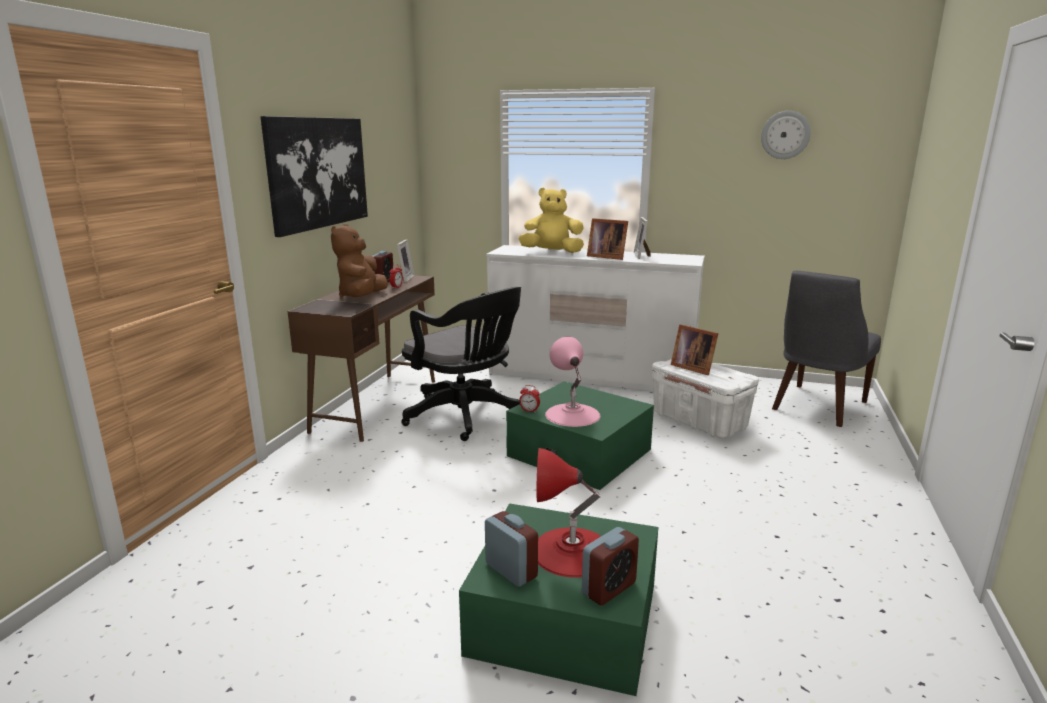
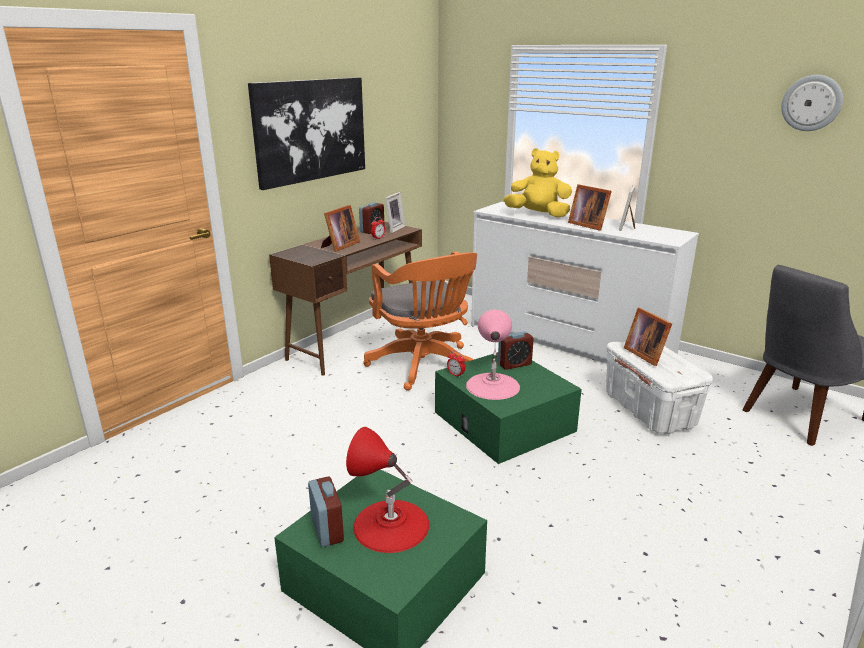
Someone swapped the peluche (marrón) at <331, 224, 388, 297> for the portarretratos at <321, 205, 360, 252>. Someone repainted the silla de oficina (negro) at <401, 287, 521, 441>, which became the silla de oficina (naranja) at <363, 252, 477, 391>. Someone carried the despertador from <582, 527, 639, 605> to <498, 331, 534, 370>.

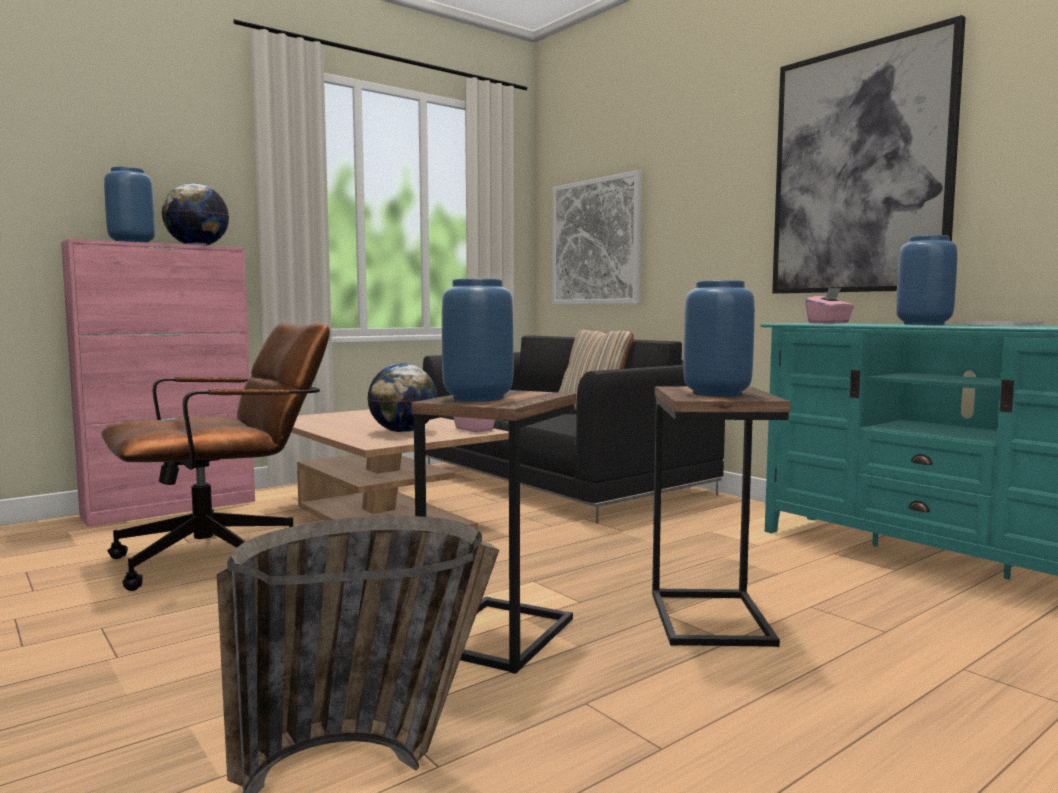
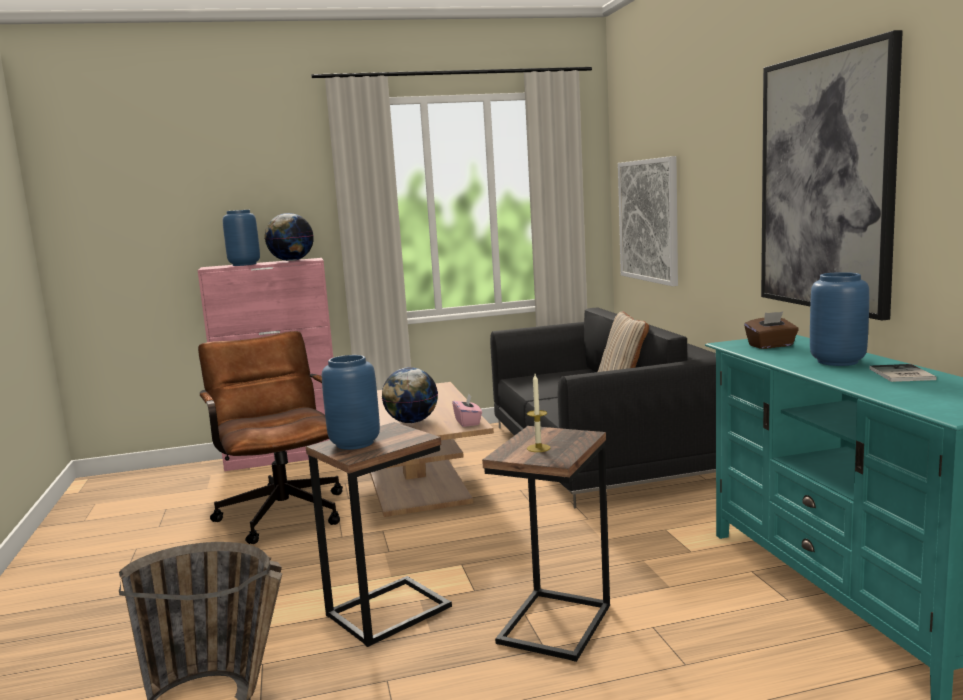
Someone rotated the silla de oficina (marrón) at <101, 322, 330, 591> by 105 degrees counterclockwise. Someone swapped the florero (azul) at <683, 280, 755, 397> for the vela at <527, 374, 551, 452>. Someone repainted the caja de pañuelos (rosa) at <805, 287, 854, 324>, which became the caja de pañuelos (marrón) at <744, 312, 799, 349>.

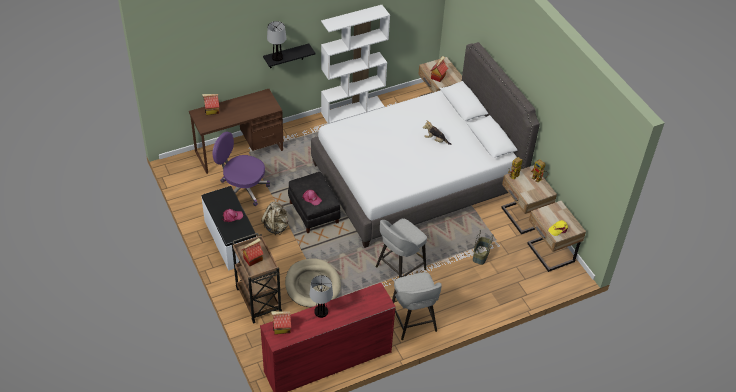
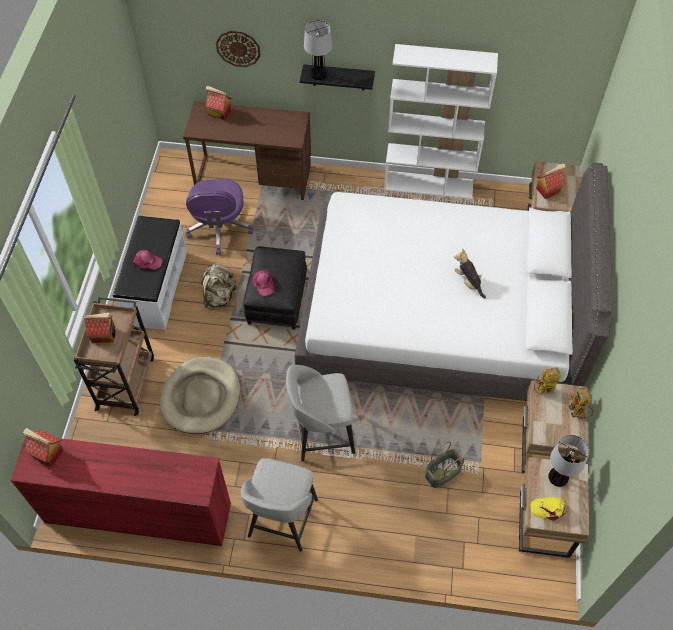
Someone rotated the silla de oficina (morado) at <213, 132, 270, 206> by 150 degrees counterclockwise. Someone carried the lámpara de mesa from <310, 275, 333, 318> to <548, 435, 589, 487>. Someone put up the reloj de pared at <216, 31, 261, 67>.

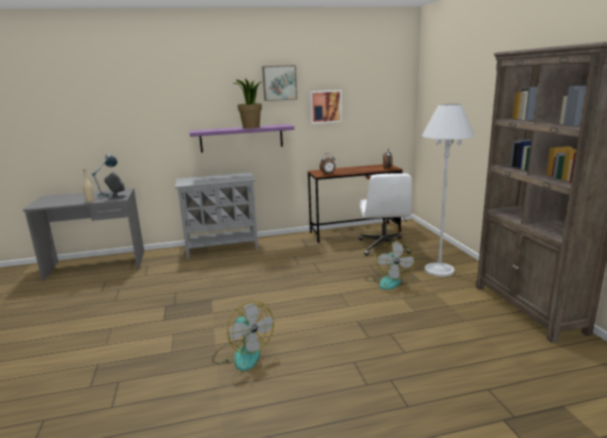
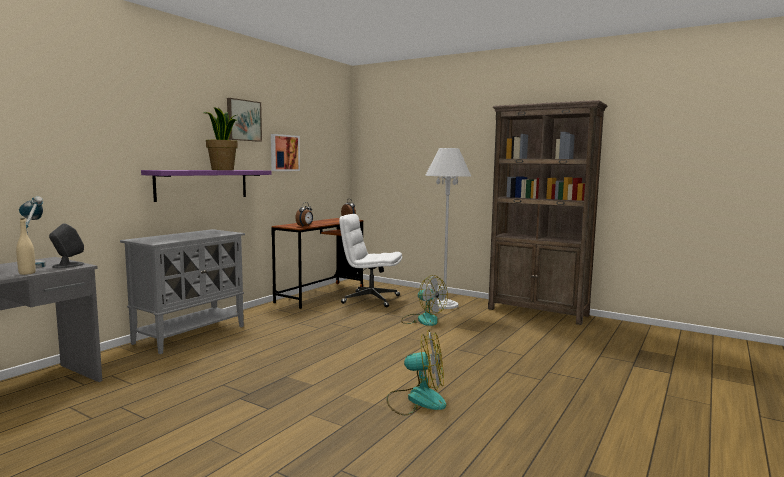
Someone rotated the silla de oficina (blanco) at <359, 173, 412, 256> by 150 degrees clockwise.

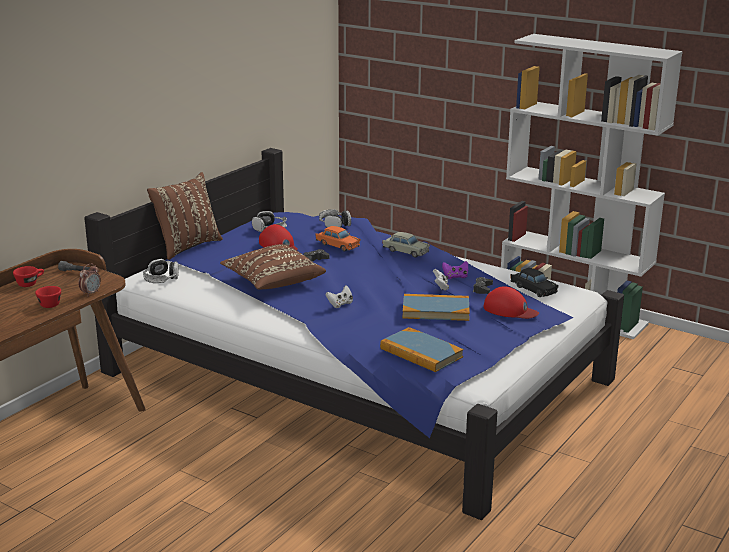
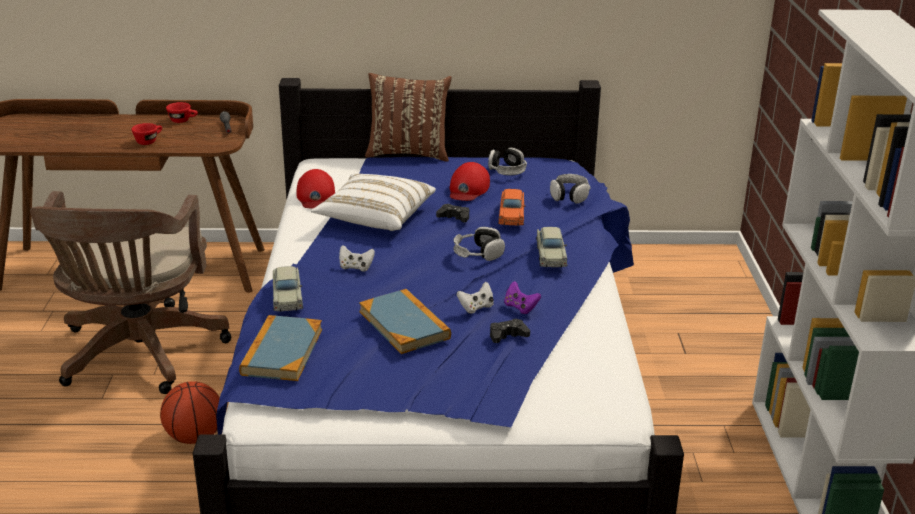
Someone took away the despertador at <78, 264, 101, 295>. Someone carried the auriculares from <143, 259, 179, 283> to <453, 227, 505, 261>. Someone repainted the cojín (marrón) at <220, 244, 326, 290>, which became the cojín (blanco) at <311, 173, 436, 231>. Someone carried the gorra (rojo) from <484, 286, 539, 319> to <296, 169, 335, 208>. Someone took away the coche de juguete (negro) at <510, 268, 559, 297>. Someone put down the silla de oficina (marrón) at <30, 191, 231, 394>. Someone put down the balón de baloncesto at <160, 381, 220, 444>. Someone put down the coche de juguete (beis) at <273, 266, 303, 312>.

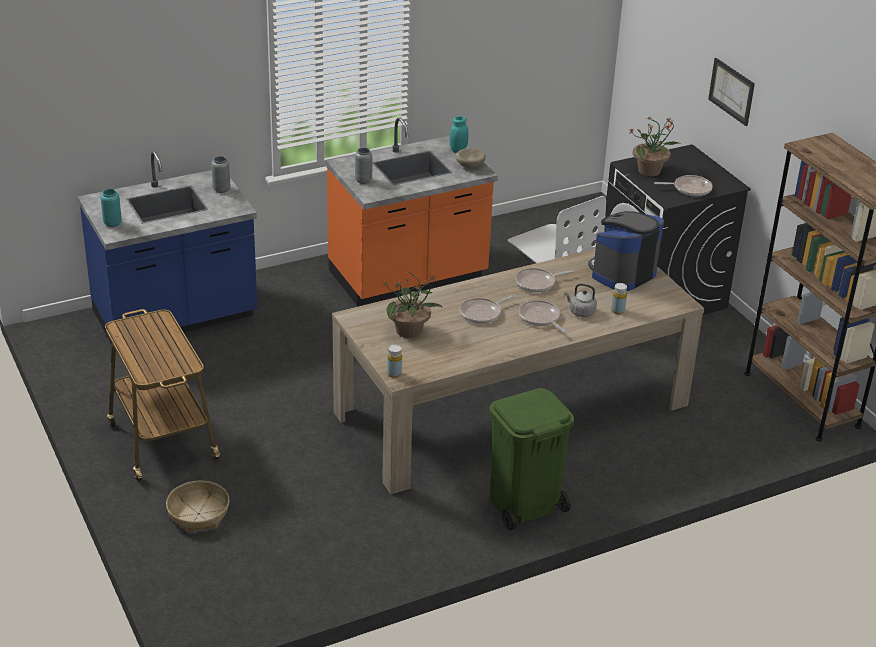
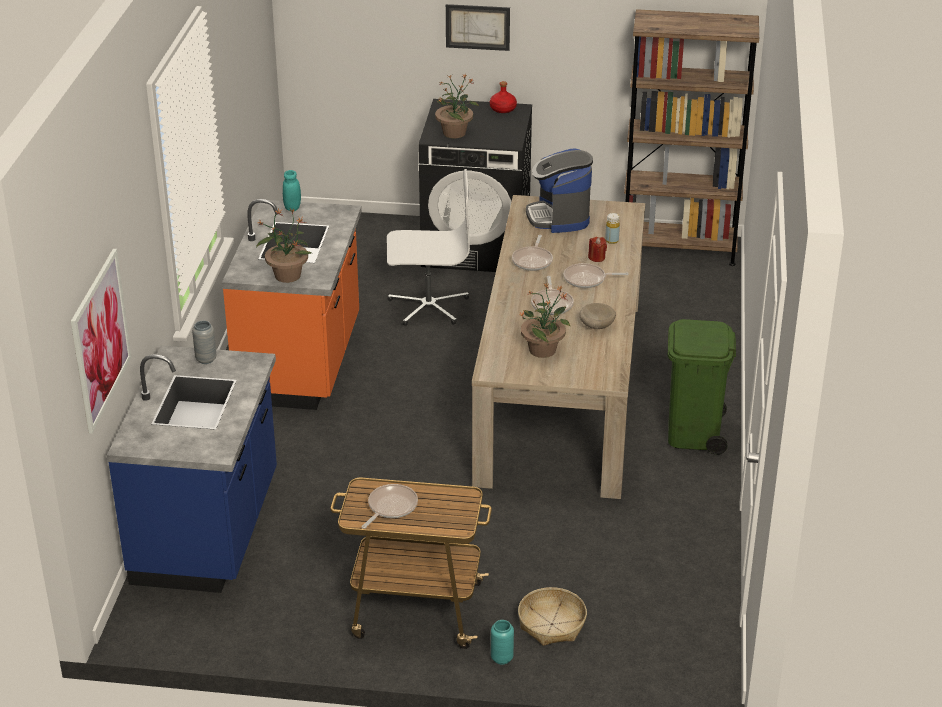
Someone carried the florero (turquesa) from <100, 189, 122, 227> to <491, 620, 514, 665>. Someone swapped the florero (gris) at <355, 148, 373, 184> for the planta en maceta at <256, 208, 311, 283>. Someone took away the botella (amarillo) at <387, 344, 402, 378>. Someone carried the cuenco (beis) from <456, 148, 486, 169> to <580, 303, 616, 329>. Someone swapped the hervidor (gris) at <565, 283, 597, 317> for the vela (rojo) at <588, 237, 607, 262>. Someone carried the sartén from <654, 175, 713, 196> to <361, 484, 418, 529>. Someone put up the cuadro at <71, 249, 131, 434>. Someone put down the botella (rojo) at <490, 81, 517, 113>.

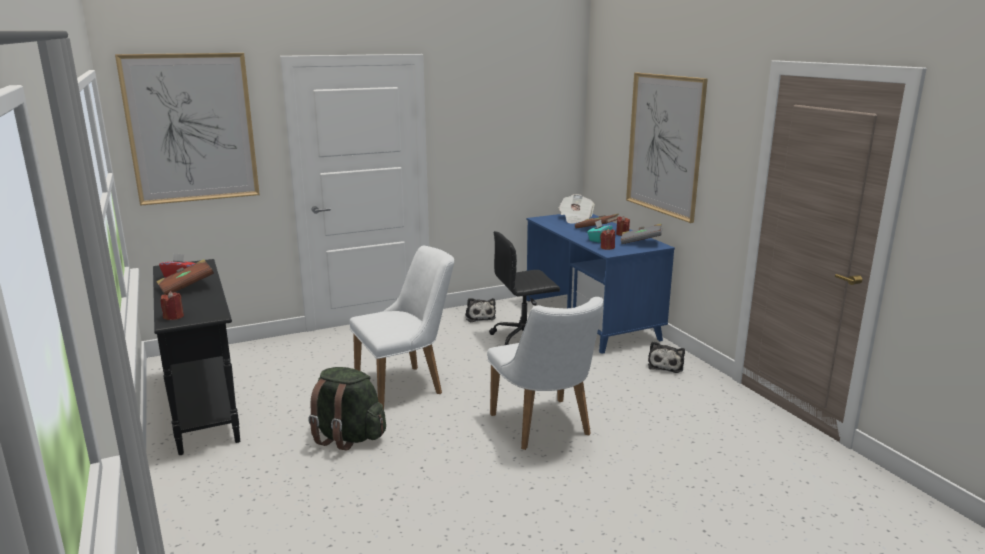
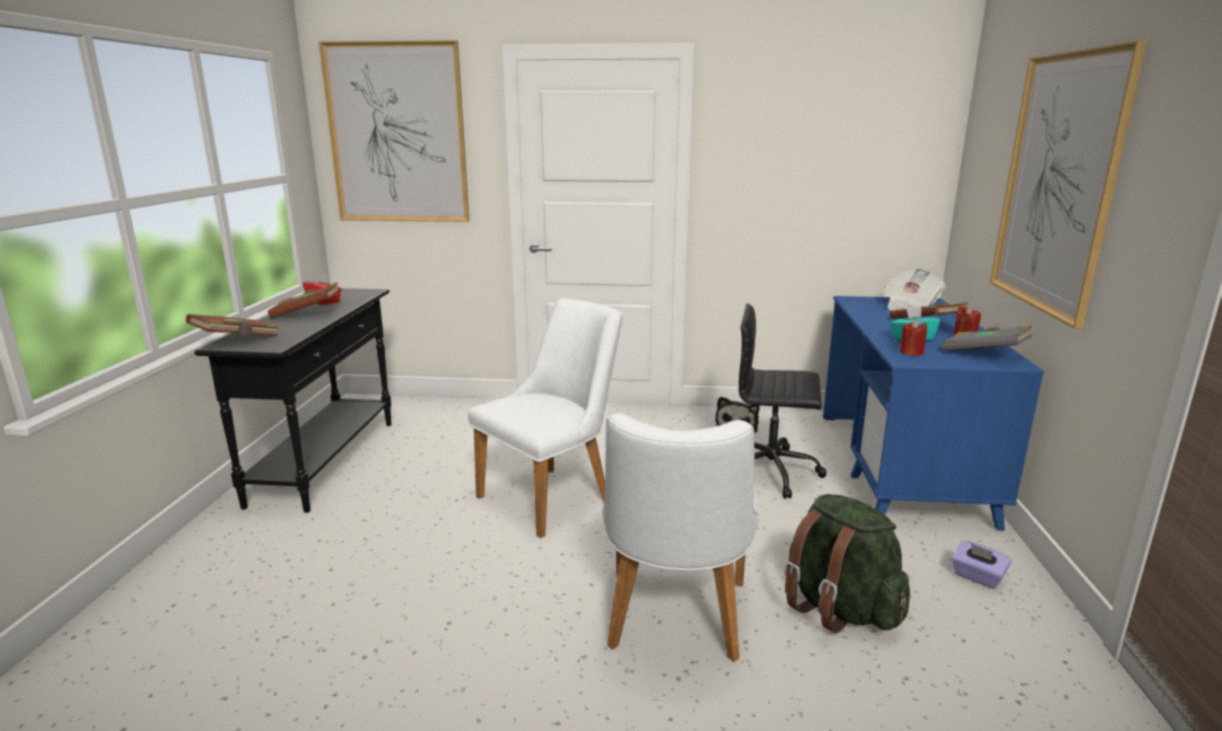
Someone swapped the vela (rojo) at <160, 291, 184, 320> for the libro (marrón) at <186, 314, 279, 337>. Someone carried the mochila (verde) from <308, 367, 386, 451> to <784, 494, 910, 633>. Someone rotated the silla (blanco) at <350, 246, 454, 409> by 45 degrees counterclockwise. Someone swapped the peluche at <648, 341, 685, 373> for the caja de pañuelos (morado) at <952, 541, 1012, 589>.

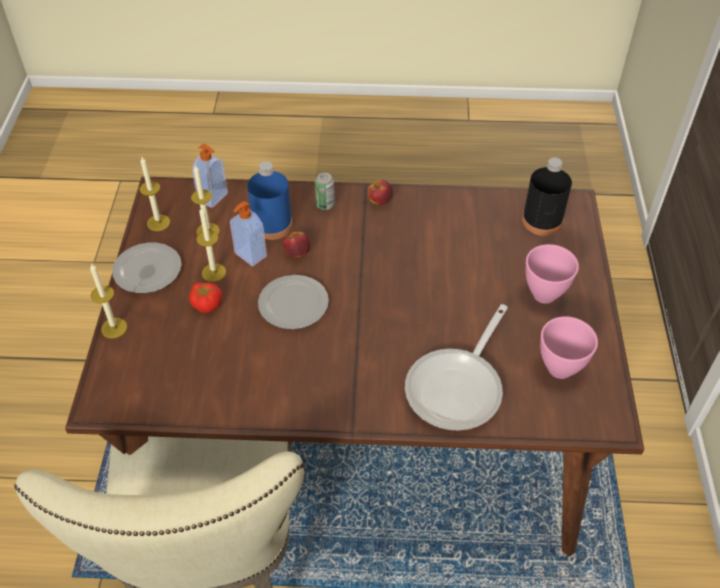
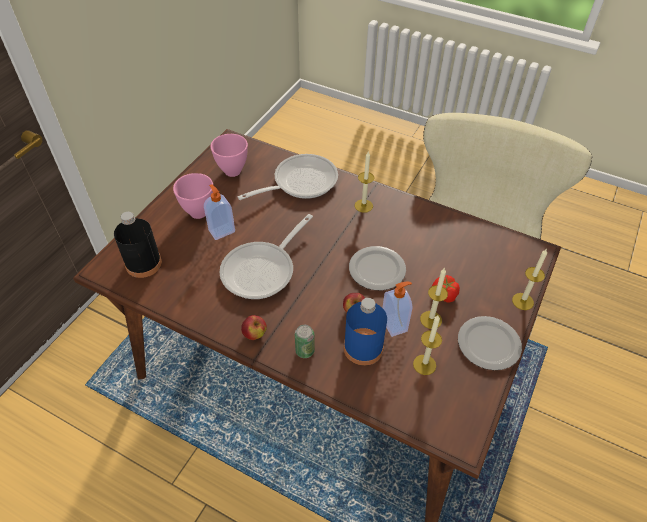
Someone carried the vela from <140, 157, 170, 231> to <355, 152, 374, 213>. Someone carried the dispensador de jabón from <192, 144, 228, 208> to <204, 184, 235, 240>. Someone put down the sartén at <219, 214, 313, 299>.

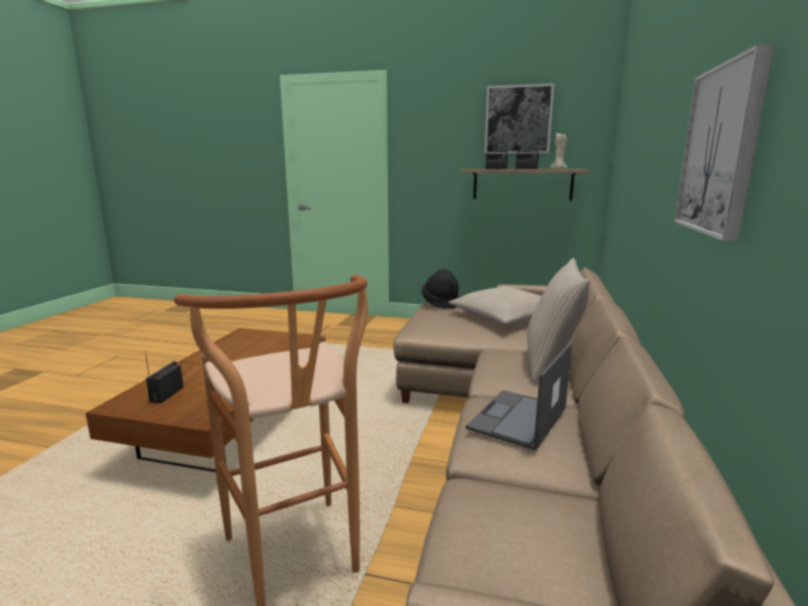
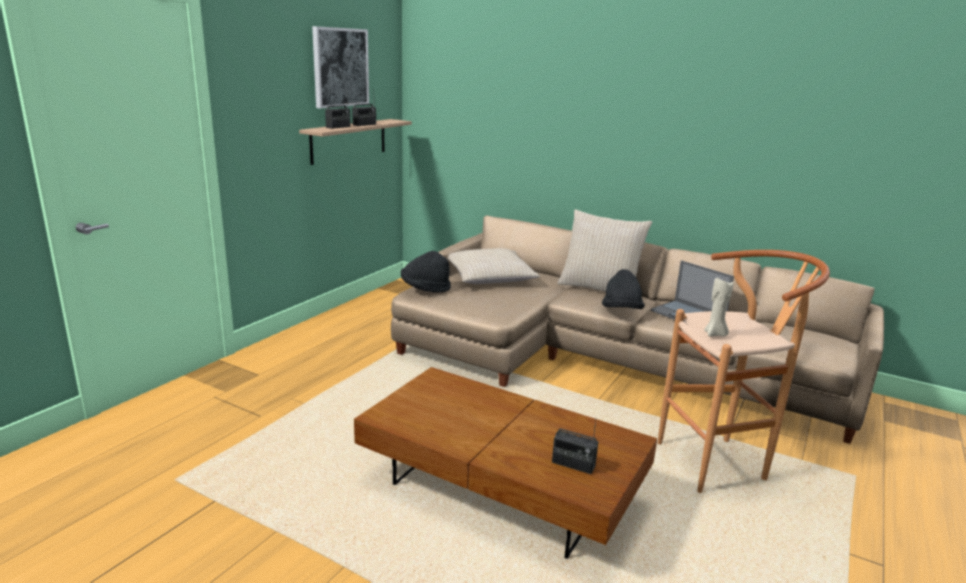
Someone carried the vela (beis) from <550, 133, 568, 169> to <704, 278, 734, 337>. Someone took away the cuadro at <674, 43, 775, 242>. Someone put down the sombrero (negro) at <602, 269, 645, 309>.

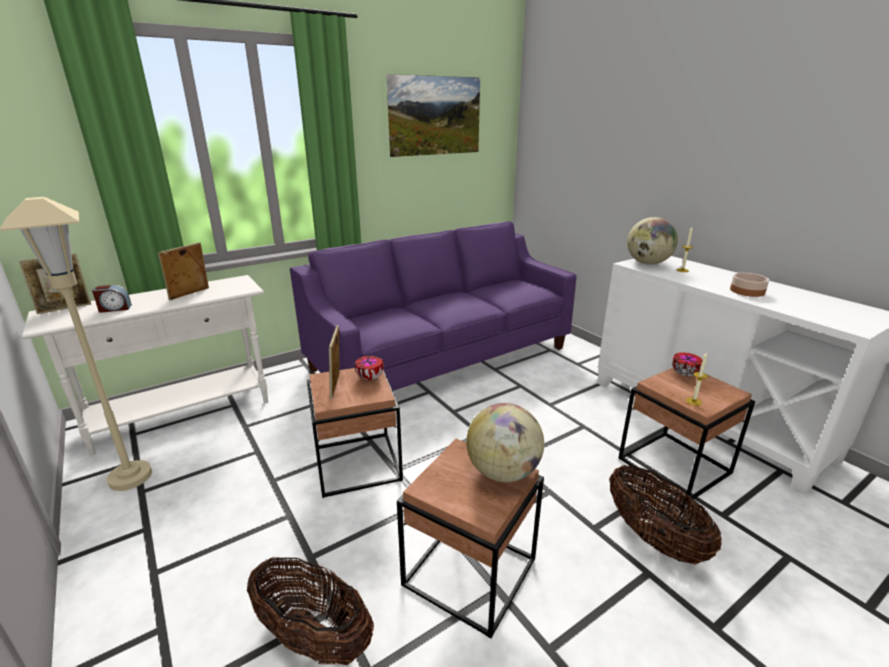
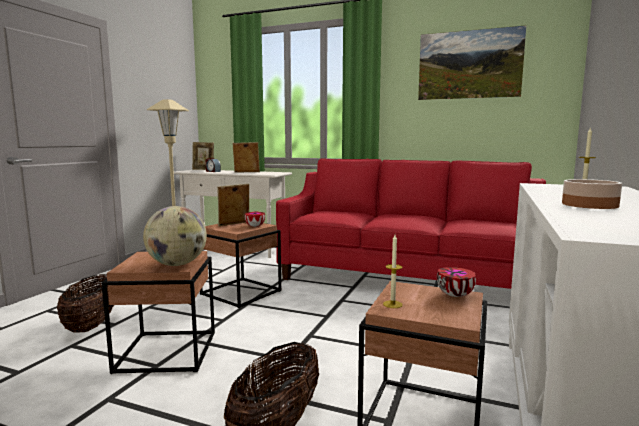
Someone repainted the sofá (morado) at <290, 221, 577, 391>, which became the sofá (rojo) at <276, 158, 546, 289>. Someone took away the globo terráqueo at <627, 217, 678, 265>.

